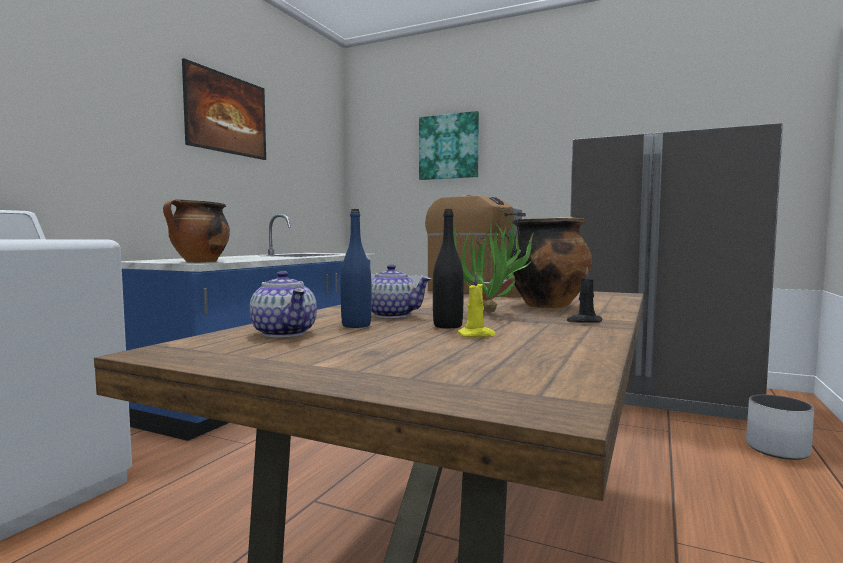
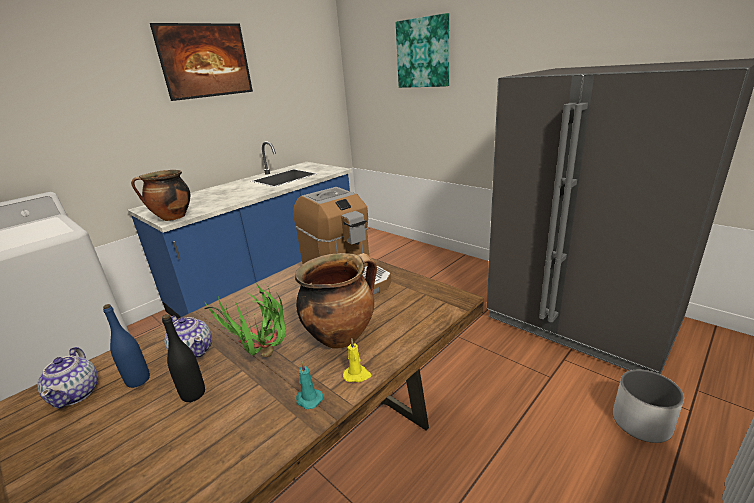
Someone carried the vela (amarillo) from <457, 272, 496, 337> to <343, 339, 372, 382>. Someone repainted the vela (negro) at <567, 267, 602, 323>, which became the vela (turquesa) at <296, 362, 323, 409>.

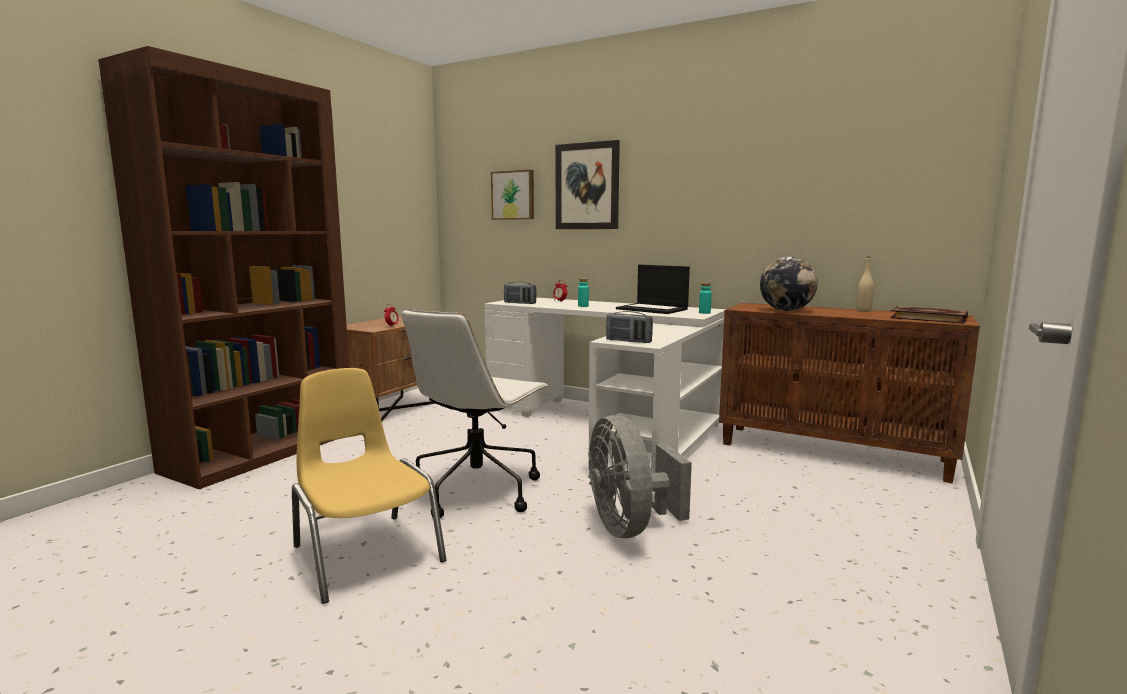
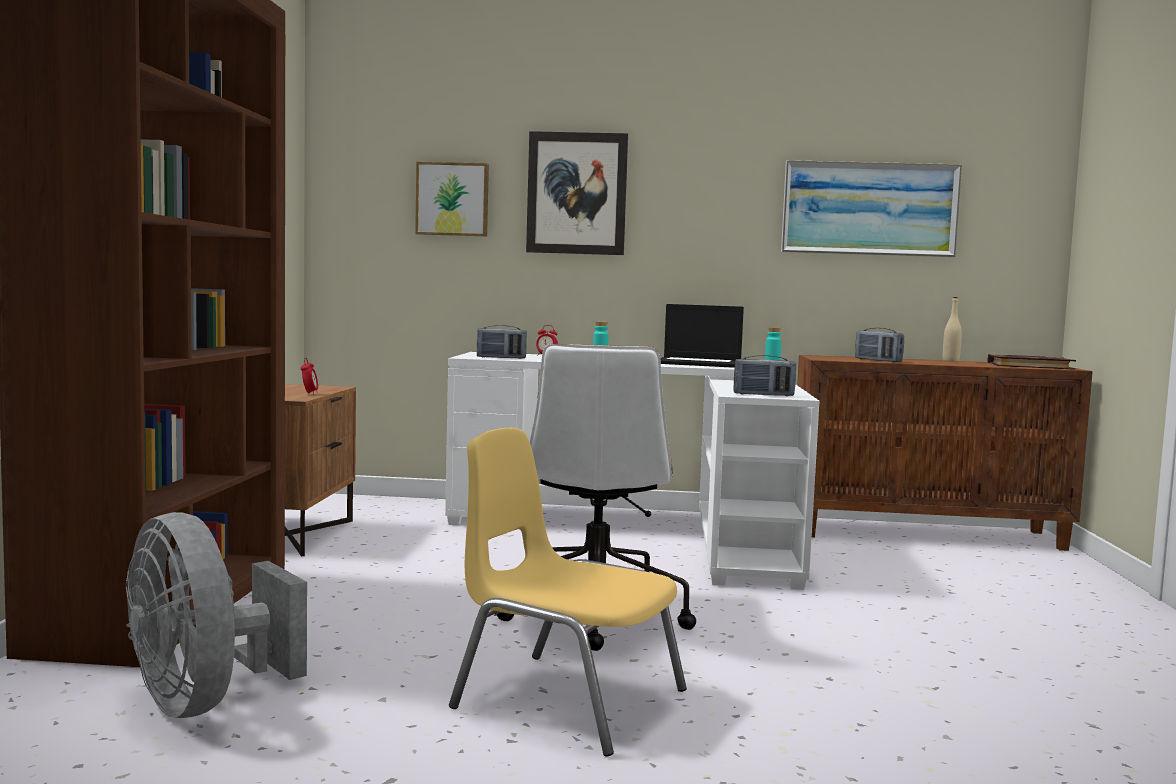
Someone carried the ventilador (gris) from <588, 415, 692, 538> to <126, 512, 307, 718>. Someone swapped the globo terráqueo at <760, 257, 818, 311> for the radio at <855, 328, 904, 362>. Someone put up the cuadro at <781, 160, 962, 257>.

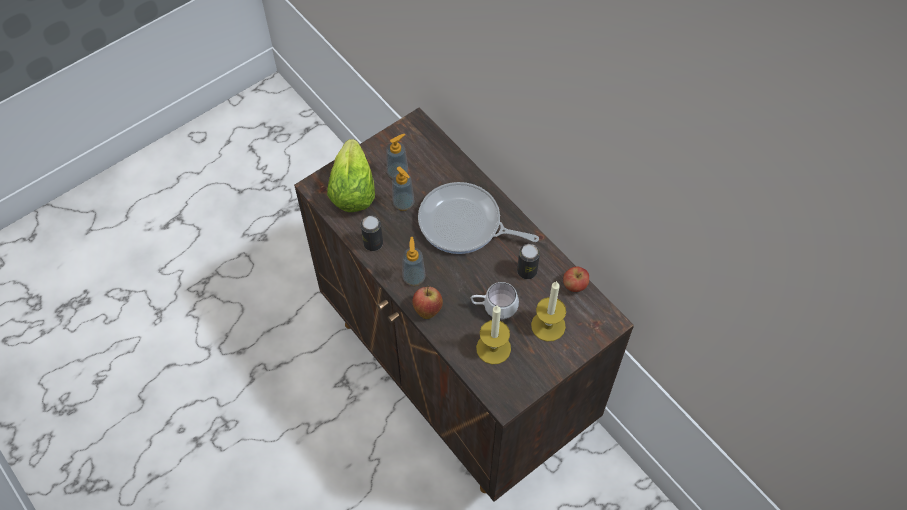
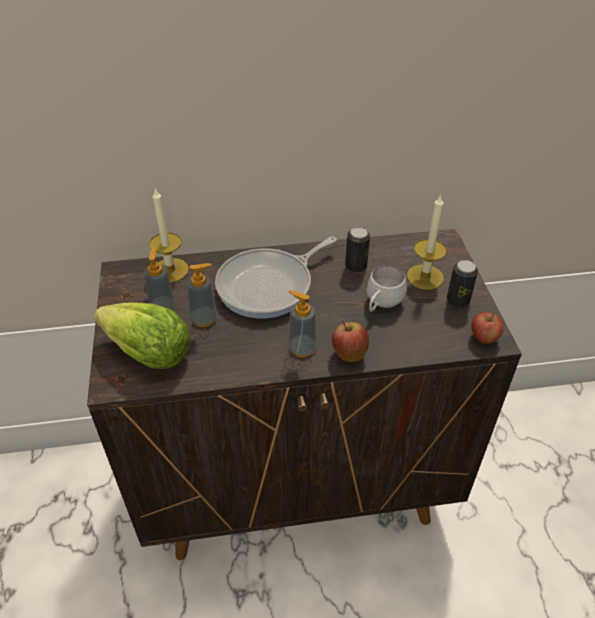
Someone carried the lata from <360, 216, 383, 251> to <447, 260, 478, 307>. Someone carried the vela from <476, 306, 511, 364> to <149, 188, 189, 283>. Someone carried the manzana from <563, 266, 589, 292> to <471, 311, 504, 344>.

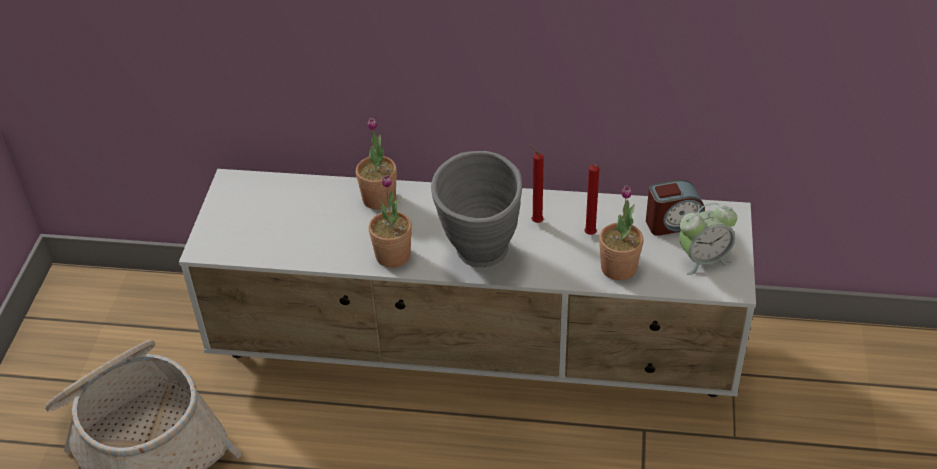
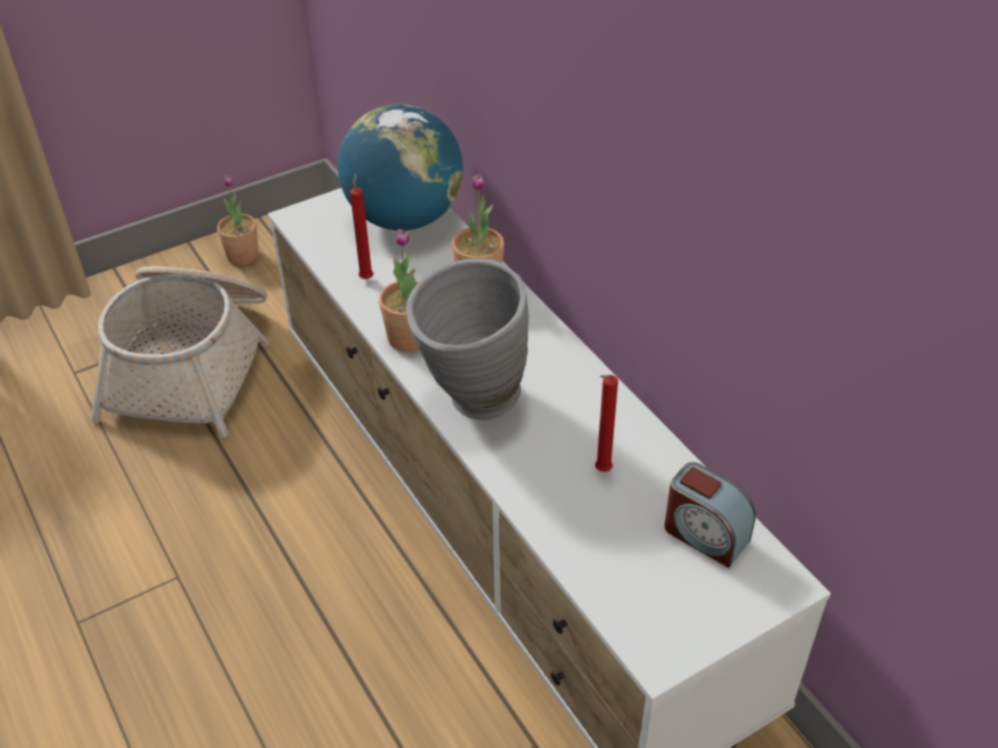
Someone carried the vela (rojo) from <530, 144, 544, 223> to <350, 173, 373, 279>. Someone carried the planta en maceta from <599, 185, 644, 280> to <217, 175, 259, 265>. Someone took away the despertador at <679, 203, 737, 275>. Someone put down the globo terráqueo at <338, 104, 463, 231>.

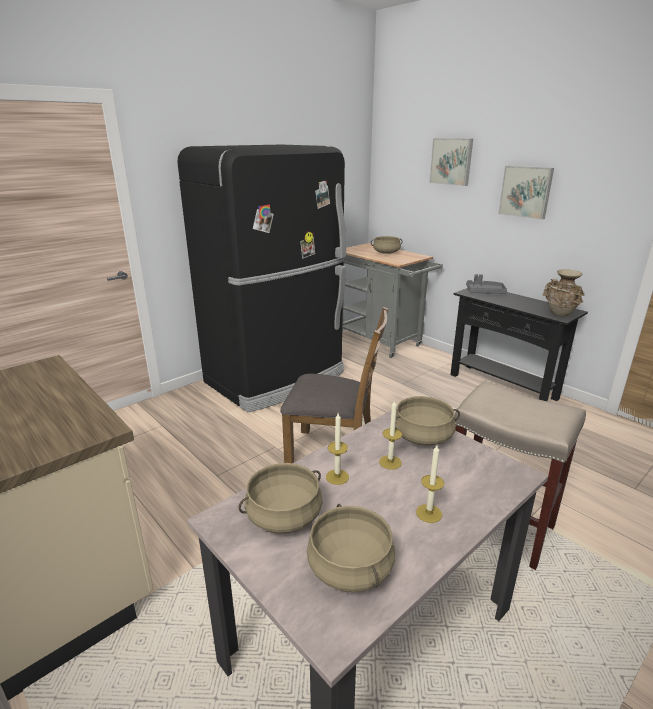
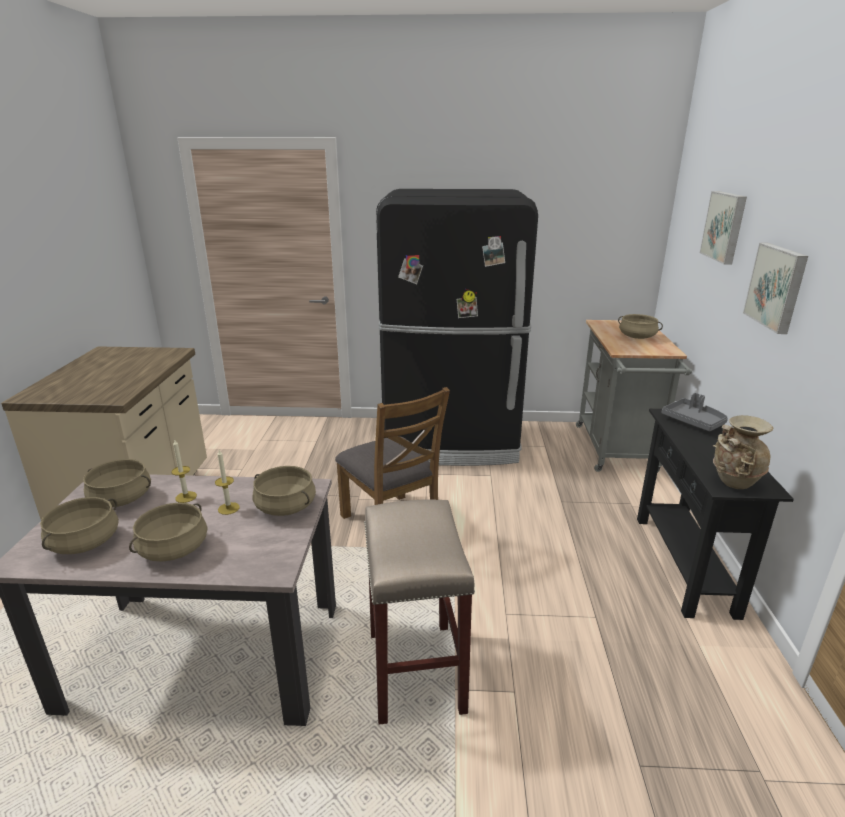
Someone swapped the vela at <416, 445, 444, 523> for the olla (beis) at <129, 503, 208, 562>.

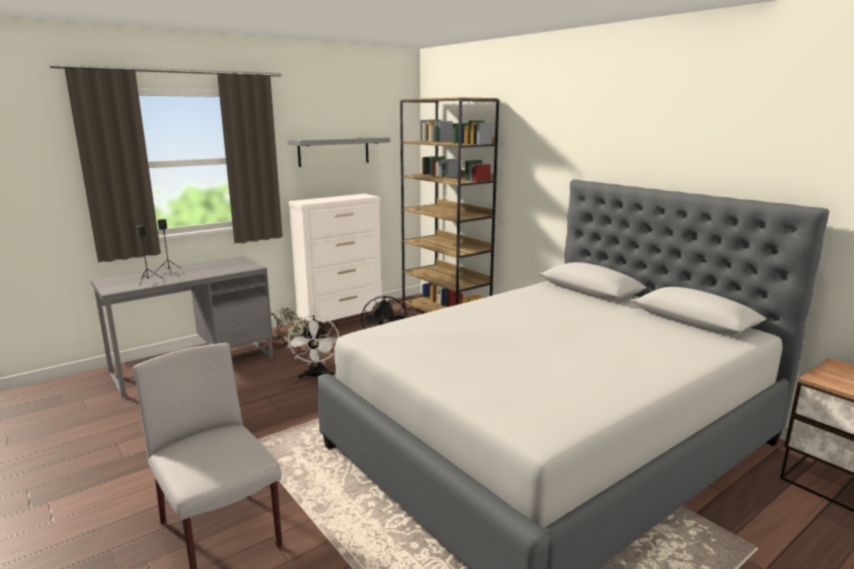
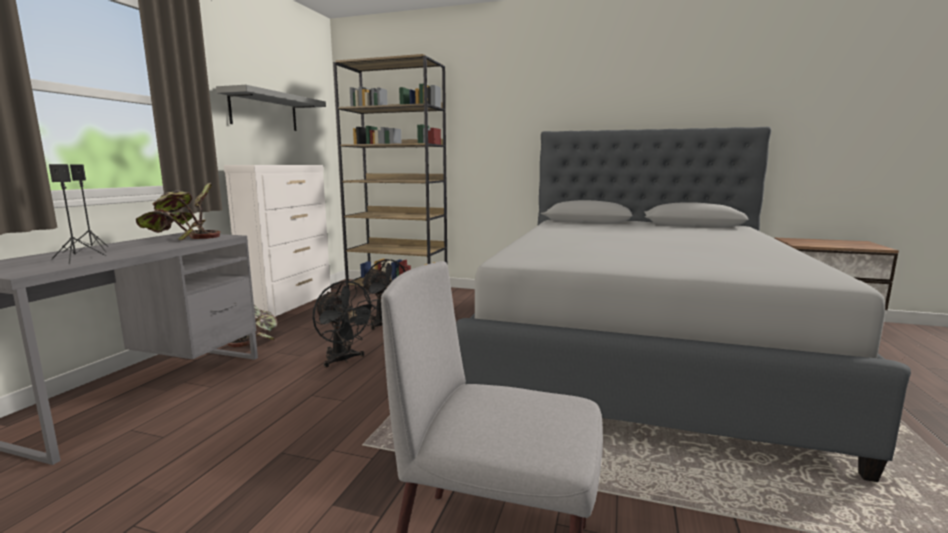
Someone repainted the ventilador (blanco) at <288, 315, 339, 379>, which became the ventilador (negro) at <313, 281, 377, 368>. Someone put down the planta en maceta at <136, 183, 221, 240>.

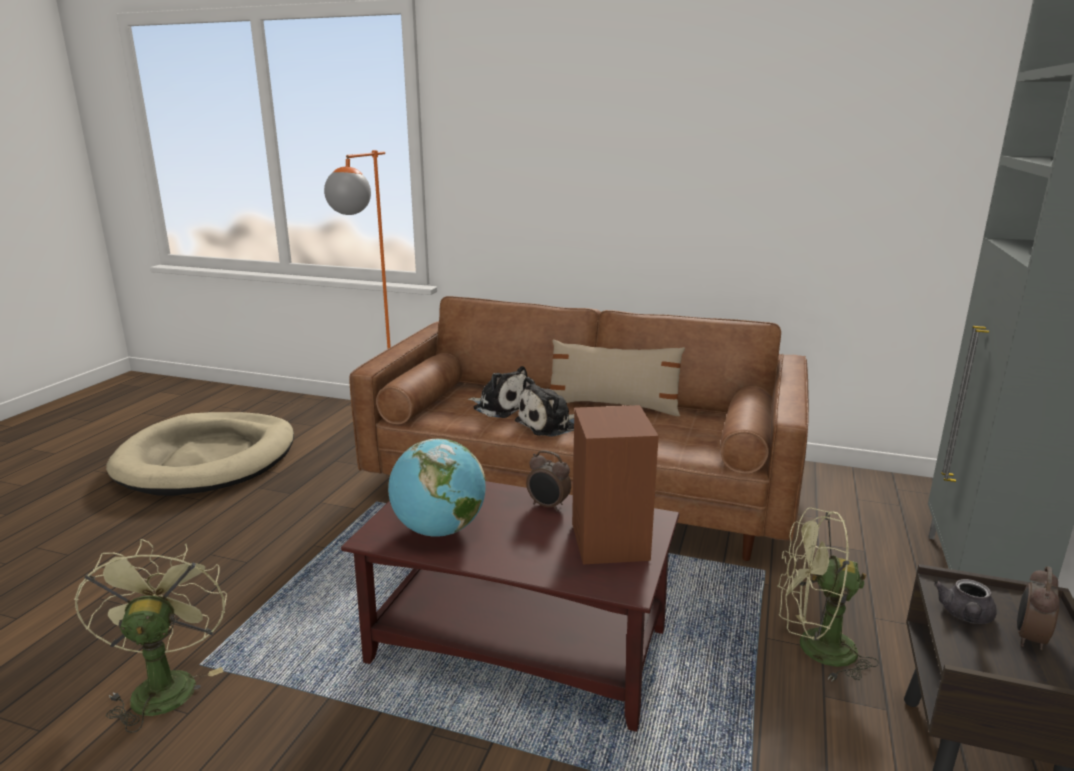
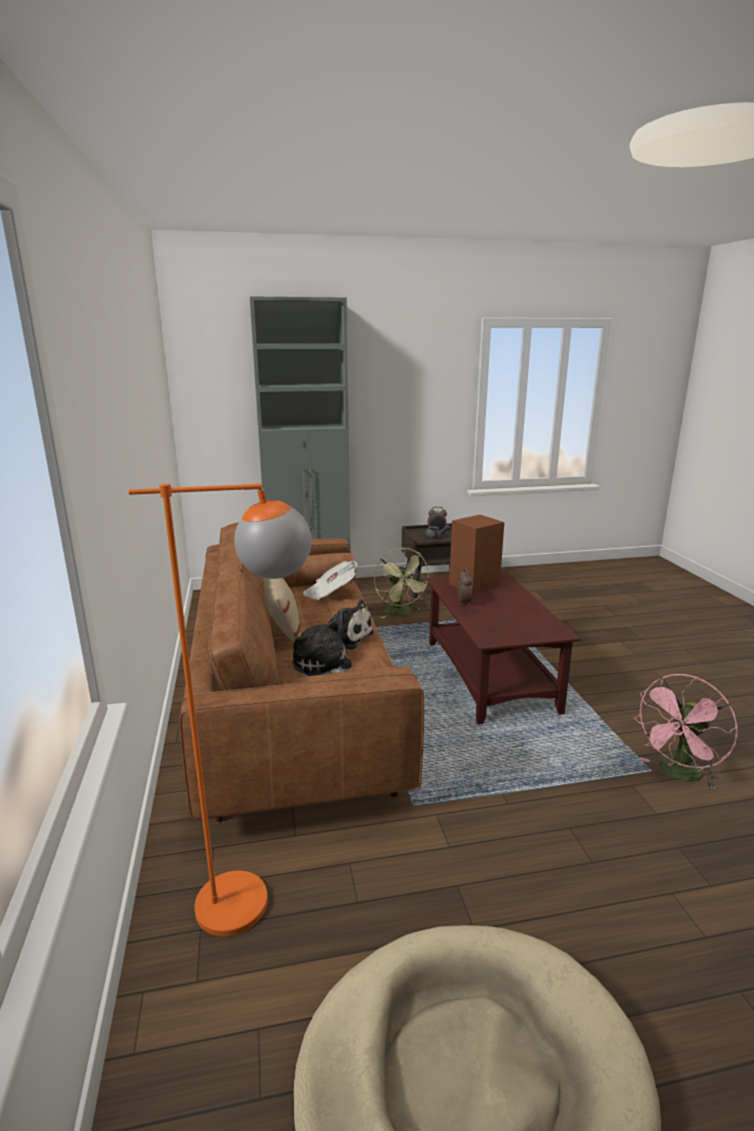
Someone repainted the ventilador (verde) at <74, 539, 227, 733>, which became the ventilador (rosa) at <634, 674, 738, 789>. Someone took away the globo terráqueo at <388, 439, 486, 537>. Someone rotated the peluche at <468, 366, 527, 418> by 45 degrees counterclockwise. Someone put down the periódico at <303, 561, 358, 601>.

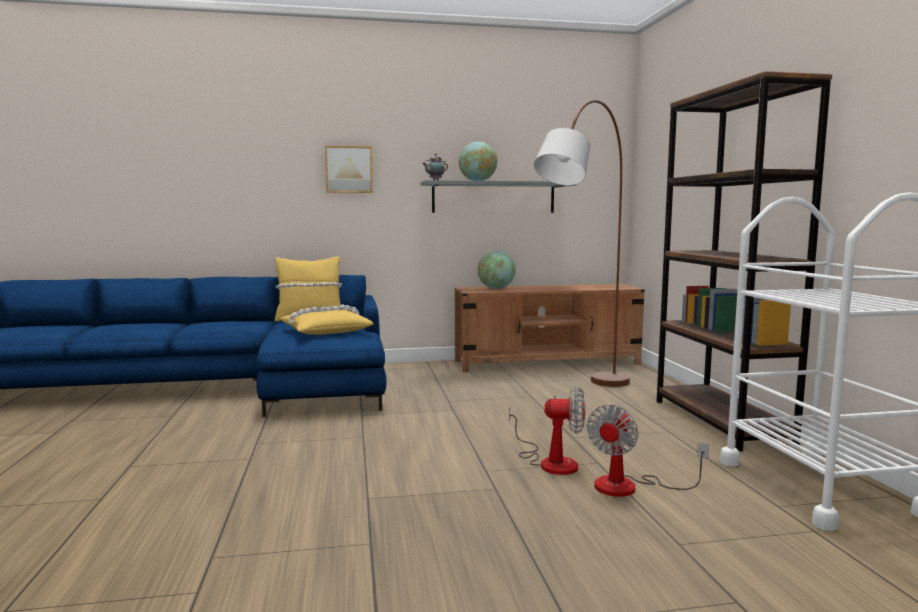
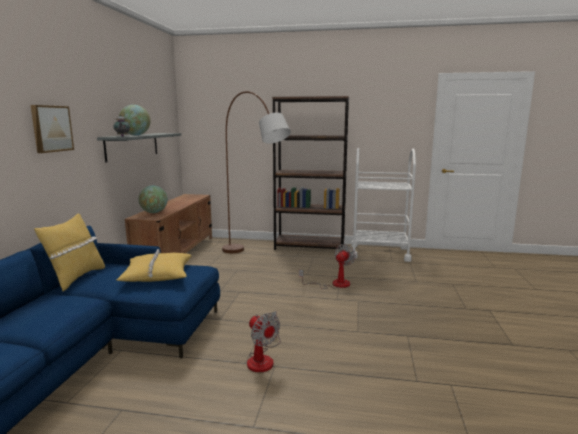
Someone carried the ventilador from <587, 405, 709, 497> to <247, 311, 281, 372>.

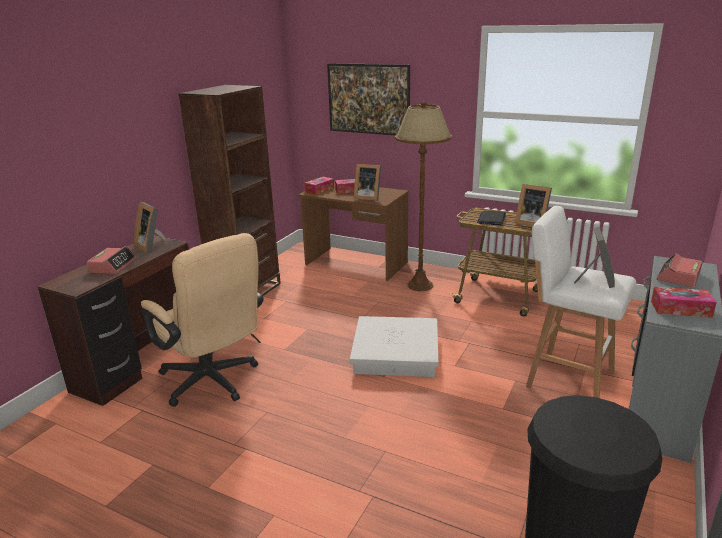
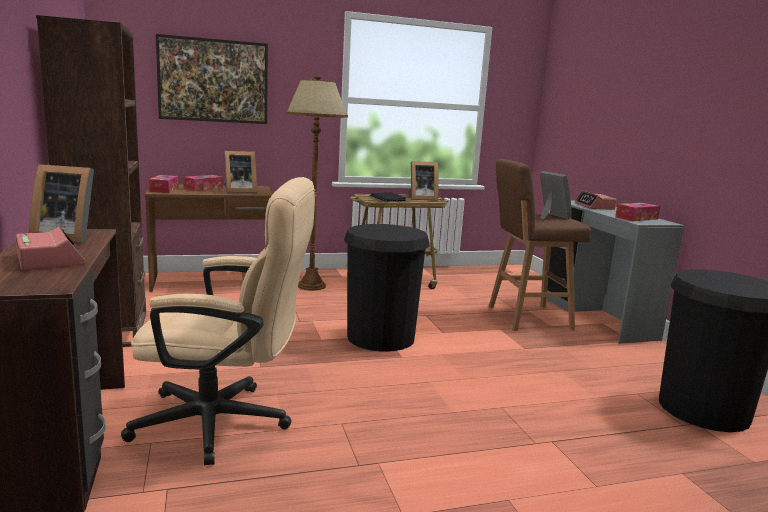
Someone swapped the caja de almacenaje (blanco) at <350, 316, 438, 377> for the papelera (negro) at <344, 224, 429, 352>. Someone repainted the taburete (blanco) at <526, 206, 636, 398>, which became the taburete (marrón) at <489, 159, 591, 331>.

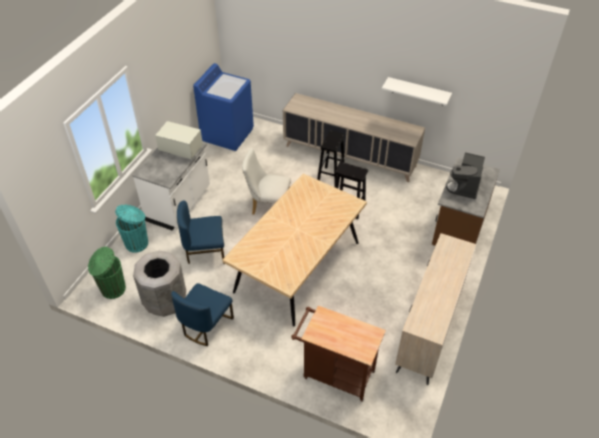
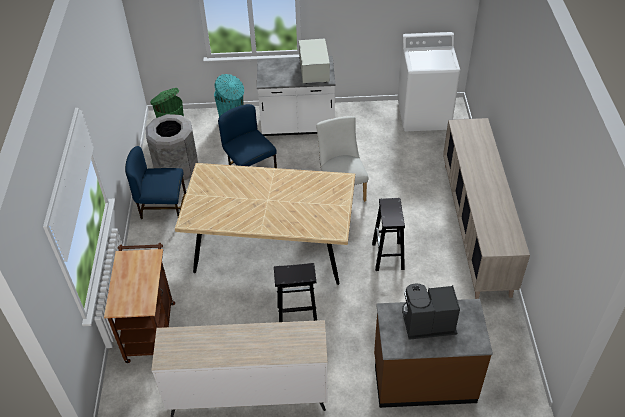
Someone repainted the lavadora (azul) at <193, 63, 254, 151>, which became the lavadora (blanco) at <397, 32, 460, 131>. Someone carried the taburete (negro) from <317, 130, 345, 187> to <274, 263, 317, 322>. Someone took away the estante (blanco) at <382, 77, 452, 106>.

